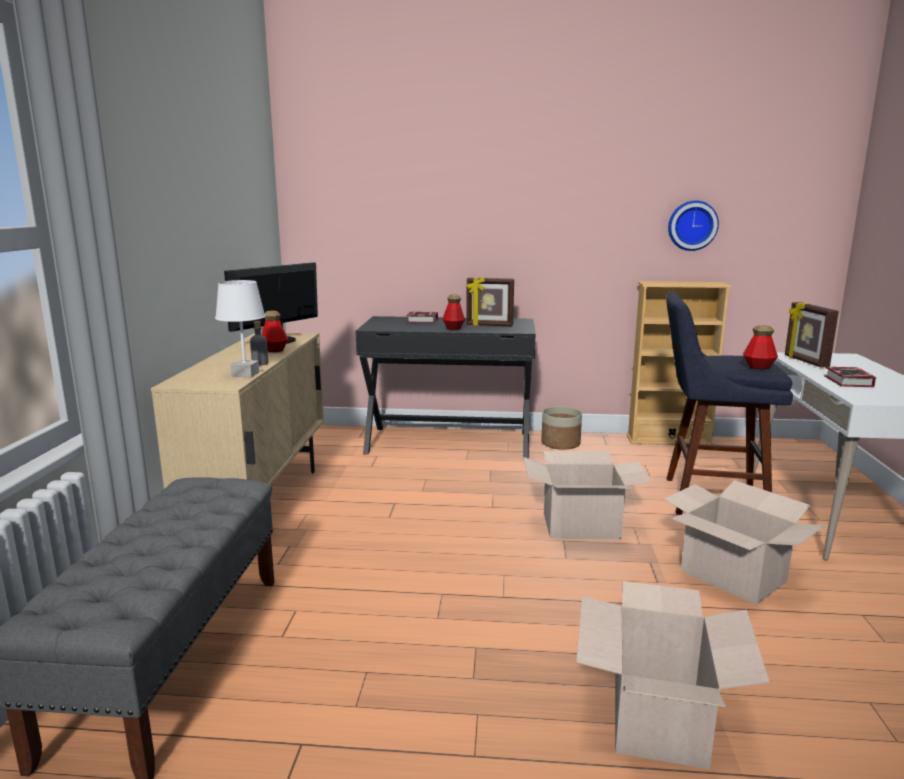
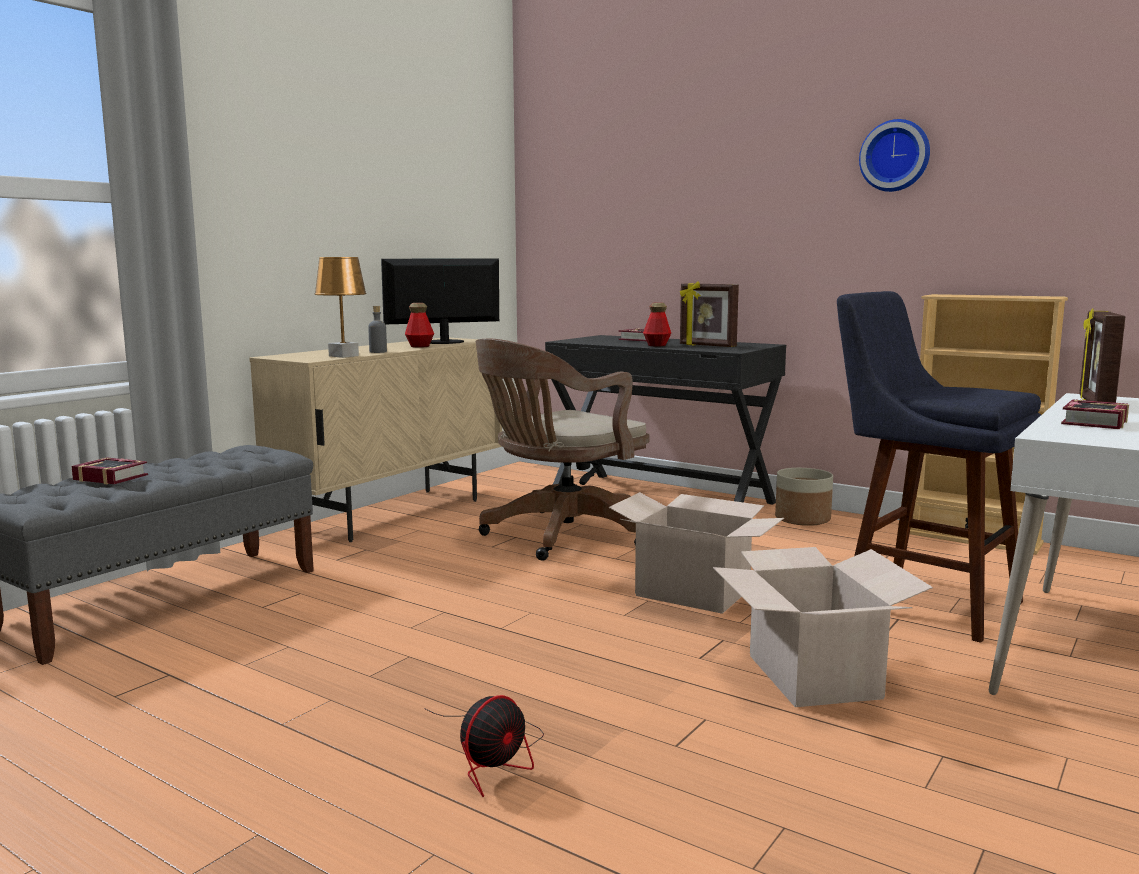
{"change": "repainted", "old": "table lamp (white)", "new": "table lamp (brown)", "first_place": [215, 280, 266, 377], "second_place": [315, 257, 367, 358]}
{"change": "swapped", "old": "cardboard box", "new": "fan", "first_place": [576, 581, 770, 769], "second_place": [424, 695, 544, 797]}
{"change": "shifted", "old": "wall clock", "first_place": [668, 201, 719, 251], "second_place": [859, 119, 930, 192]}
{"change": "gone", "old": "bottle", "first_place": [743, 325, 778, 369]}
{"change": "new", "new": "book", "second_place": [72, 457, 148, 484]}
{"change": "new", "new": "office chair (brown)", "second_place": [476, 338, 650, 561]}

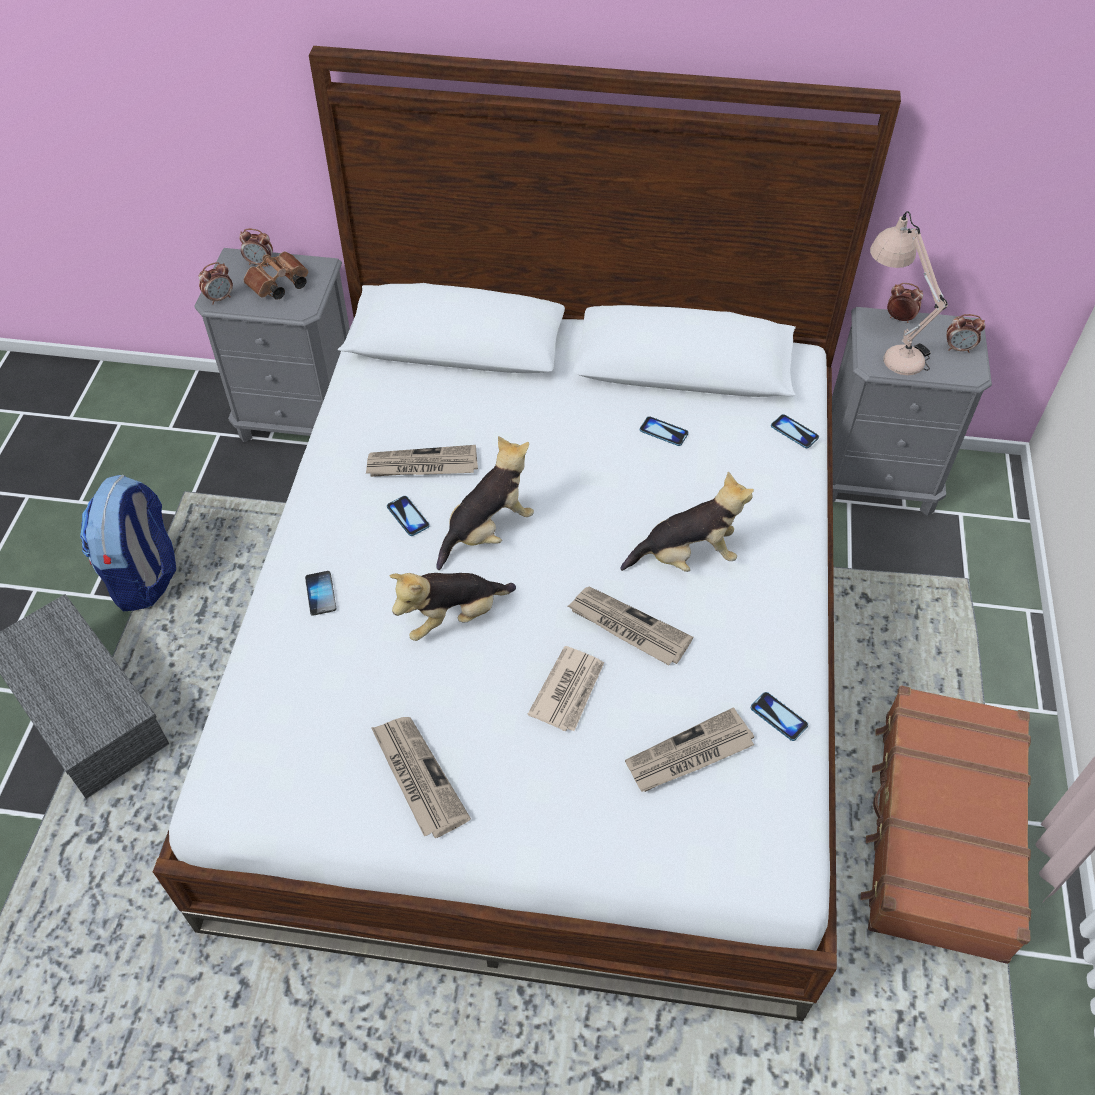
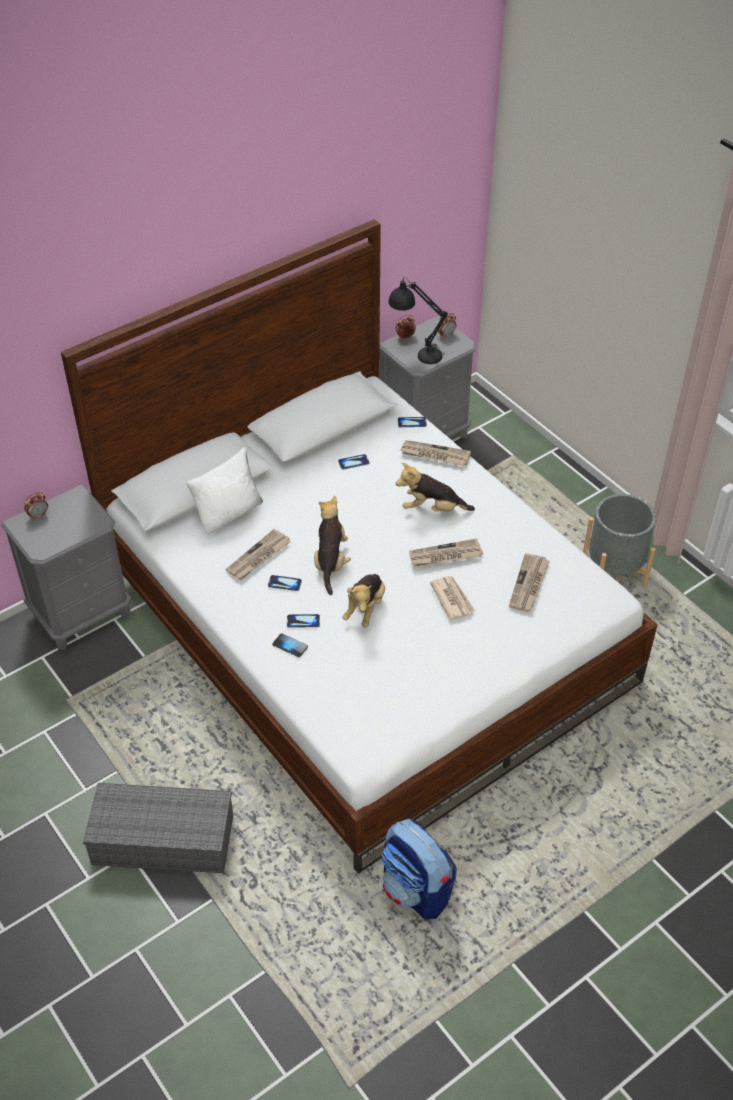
{"change": "shifted", "old": "backpack", "first_place": [80, 475, 176, 611], "second_place": [382, 819, 457, 919]}
{"change": "gone", "old": "alarm clock", "first_place": [199, 262, 233, 305]}
{"change": "gone", "old": "binoculars (brown)", "first_place": [244, 252, 308, 300]}
{"change": "shifted", "old": "newspaper", "first_place": [371, 717, 471, 838], "second_place": [400, 440, 471, 466]}
{"change": "rotated", "old": "plush toy", "first_place": [620, 472, 754, 572], "second_place": [396, 463, 475, 512], "degrees": -120}
{"change": "shifted", "old": "phone", "first_place": [751, 692, 808, 741], "second_place": [287, 614, 320, 628]}
{"change": "swapped", "old": "suitcase (brown)", "new": "planter (grey)", "first_place": [861, 685, 1031, 964], "second_place": [583, 494, 656, 586]}
{"change": "repainted", "old": "table lamp (beige)", "new": "table lamp (black)", "first_place": [870, 211, 948, 375], "second_place": [388, 277, 448, 364]}
{"change": "new", "new": "pillow (white)", "second_place": [186, 447, 263, 535]}

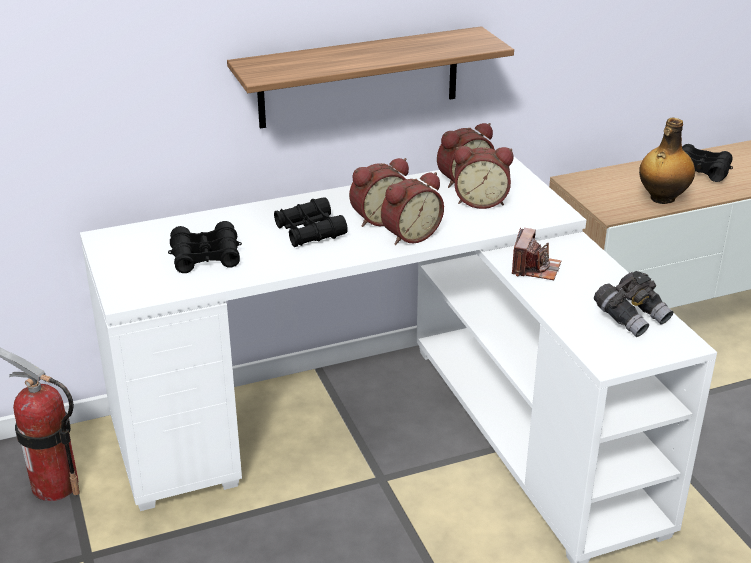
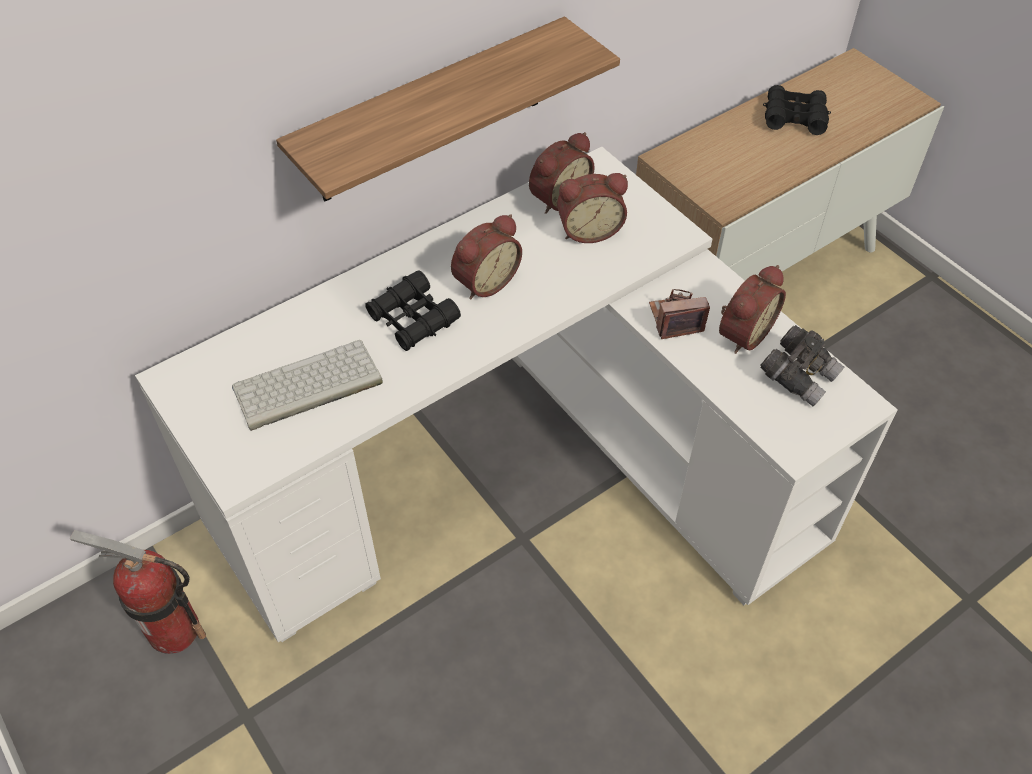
{"change": "swapped", "old": "binoculars (black)", "new": "keyboard", "first_place": [168, 221, 242, 273], "second_place": [232, 340, 383, 431]}
{"change": "shifted", "old": "alarm clock", "first_place": [381, 172, 444, 245], "second_place": [719, 265, 786, 354]}
{"change": "rotated", "old": "photo camera", "first_place": [512, 228, 561, 280], "second_place": [649, 289, 710, 339], "degrees": -105}
{"change": "gone", "old": "bottle", "first_place": [639, 118, 695, 204]}

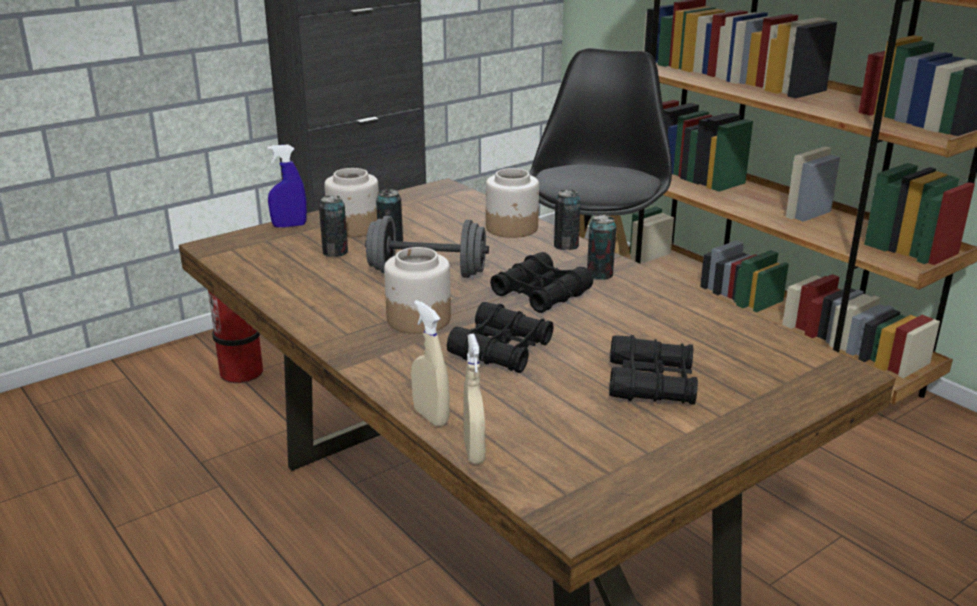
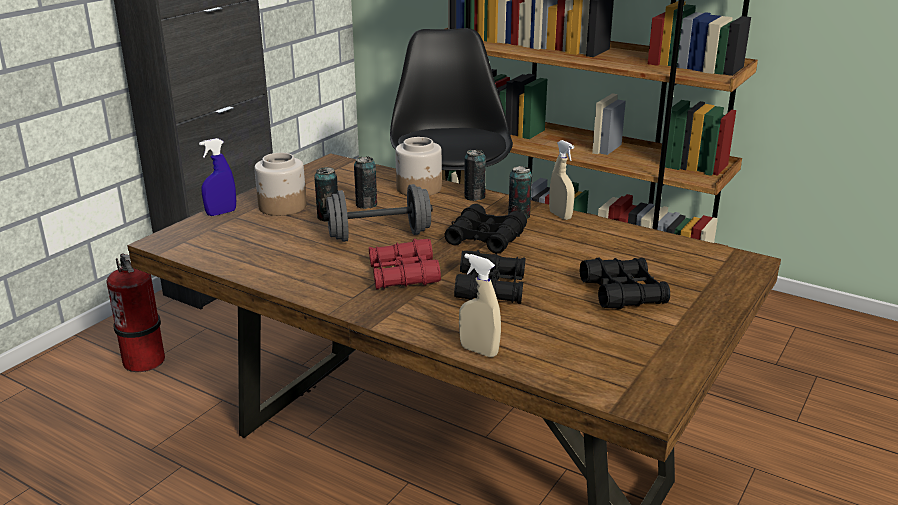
{"change": "shifted", "old": "can", "first_place": [319, 195, 348, 257], "second_place": [354, 156, 377, 209]}
{"change": "swapped", "old": "jar", "new": "binoculars (red)", "first_place": [384, 247, 451, 334], "second_place": [369, 239, 441, 289]}
{"change": "shifted", "old": "spray bottle (beige)", "first_place": [463, 333, 485, 464], "second_place": [549, 140, 575, 220]}

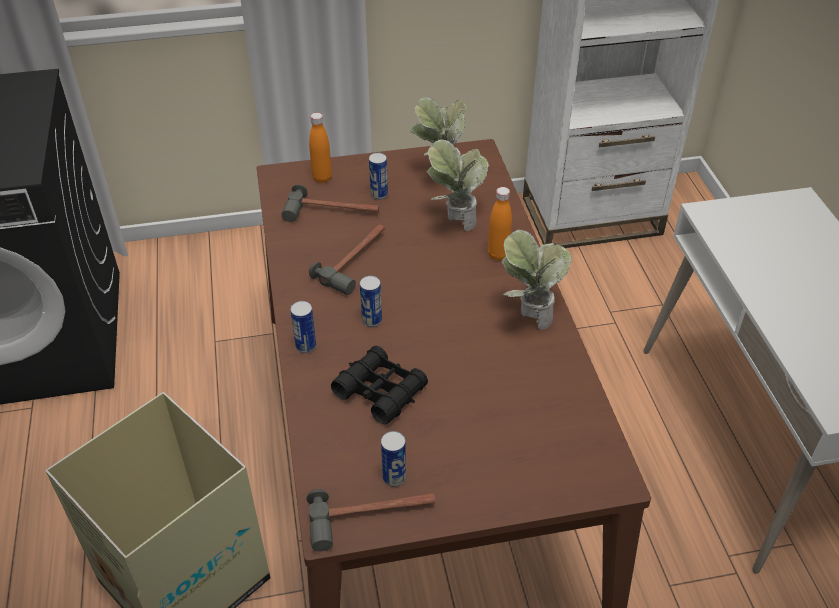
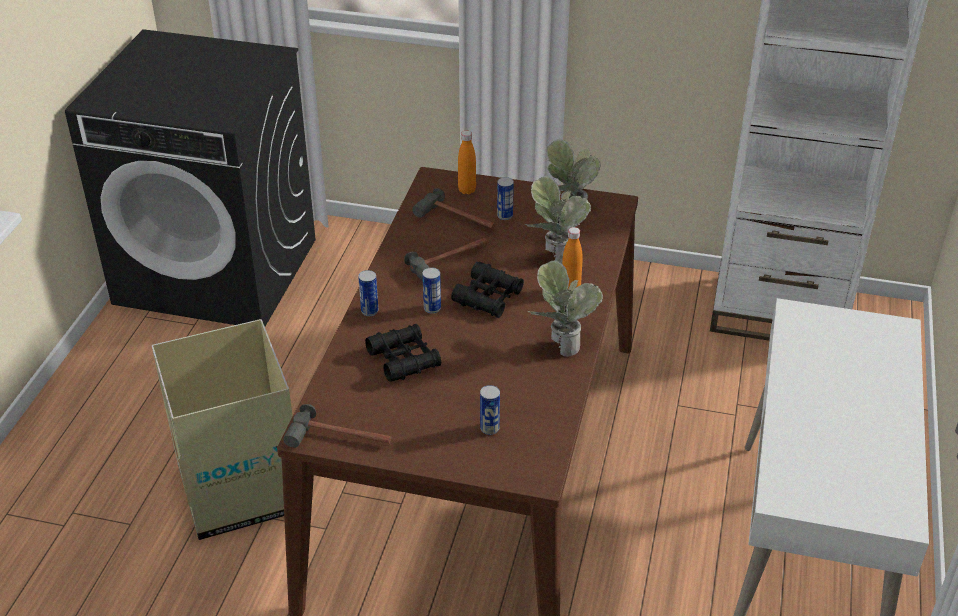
{"change": "shifted", "old": "can", "first_place": [381, 431, 406, 487], "second_place": [480, 385, 500, 435]}
{"change": "new", "new": "binoculars (black)", "second_place": [451, 262, 524, 318]}

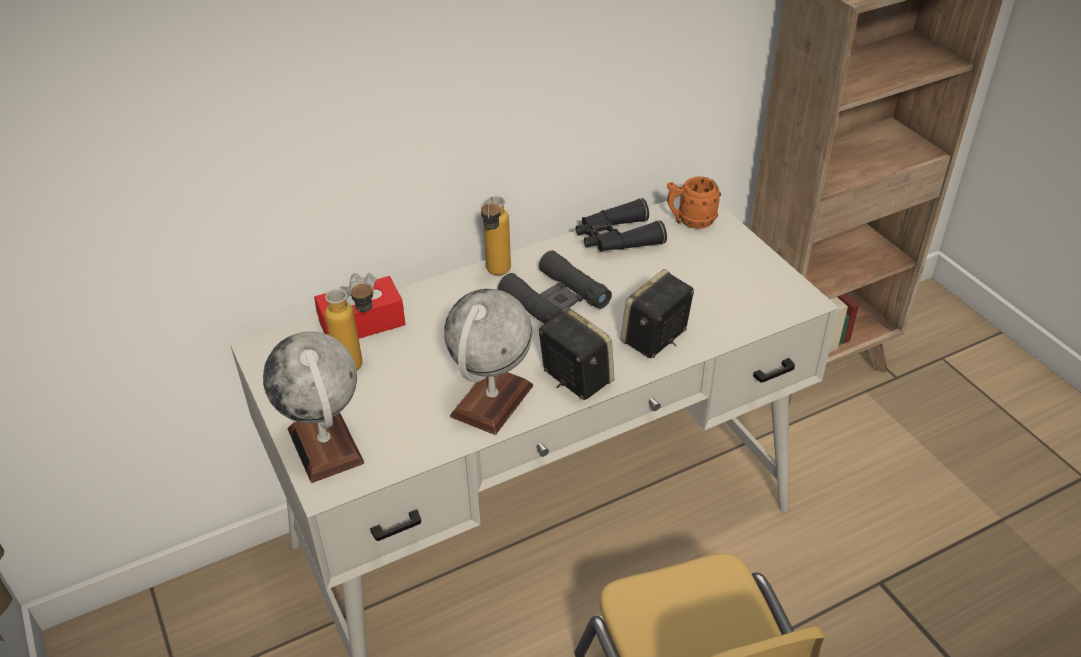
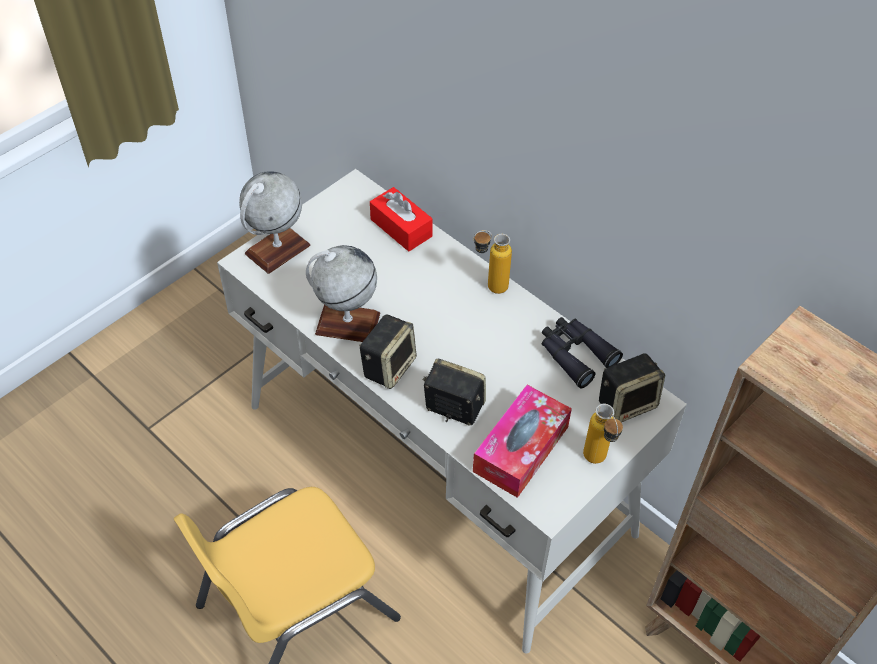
{"change": "shifted", "old": "bottle", "first_place": [325, 280, 374, 370], "second_place": [583, 404, 623, 464]}
{"change": "gone", "old": "binoculars (black)", "first_place": [498, 250, 612, 324]}
{"change": "swapped", "old": "mug (orange)", "new": "speaker", "first_place": [667, 176, 721, 229], "second_place": [599, 354, 665, 422]}
{"change": "new", "new": "tissue box", "second_place": [473, 385, 572, 498]}

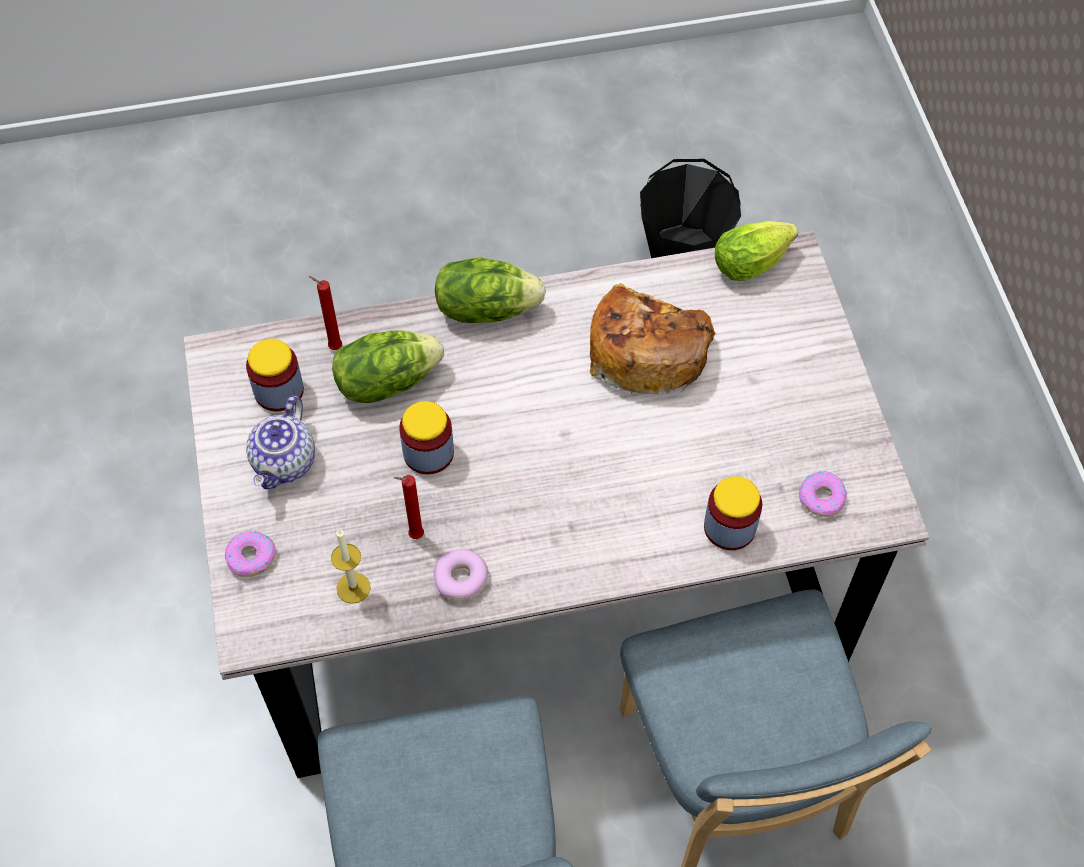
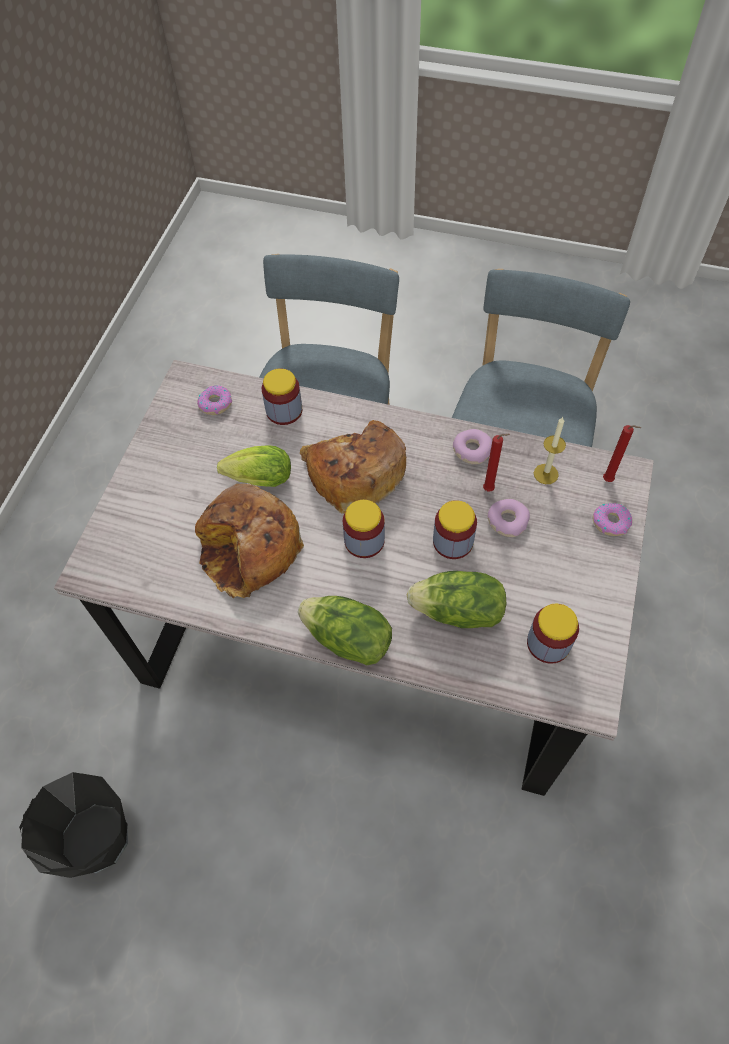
{"change": "gone", "old": "teapot", "first_place": [246, 396, 315, 489]}
{"change": "shifted", "old": "candle (red)", "first_place": [309, 276, 342, 350], "second_place": [603, 425, 641, 482]}
{"change": "shifted", "old": "lettuce", "first_place": [715, 221, 798, 281], "second_place": [217, 445, 291, 487]}
{"change": "new", "new": "bread", "second_place": [300, 420, 406, 514]}
{"change": "new", "new": "jar", "second_place": [343, 500, 385, 558]}
{"change": "new", "new": "donut", "second_place": [488, 499, 530, 537]}

